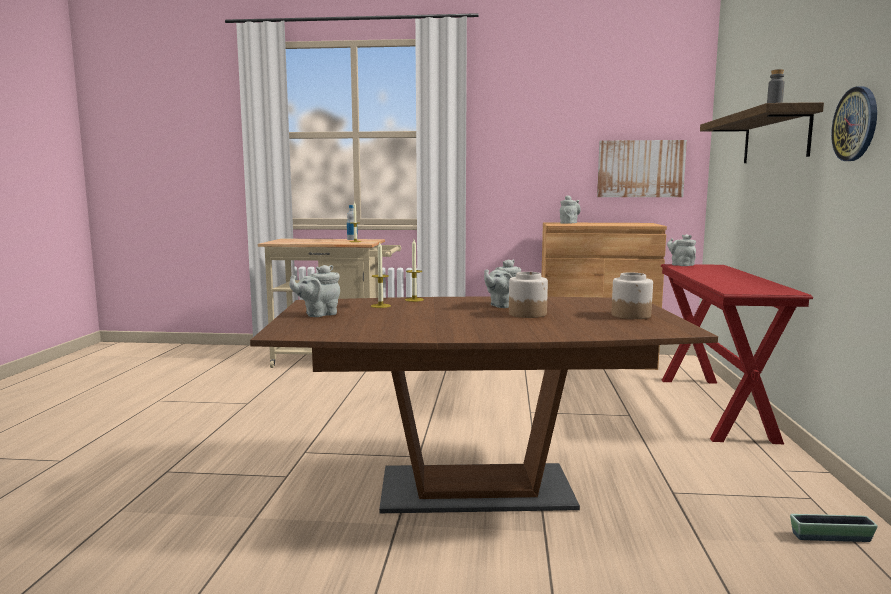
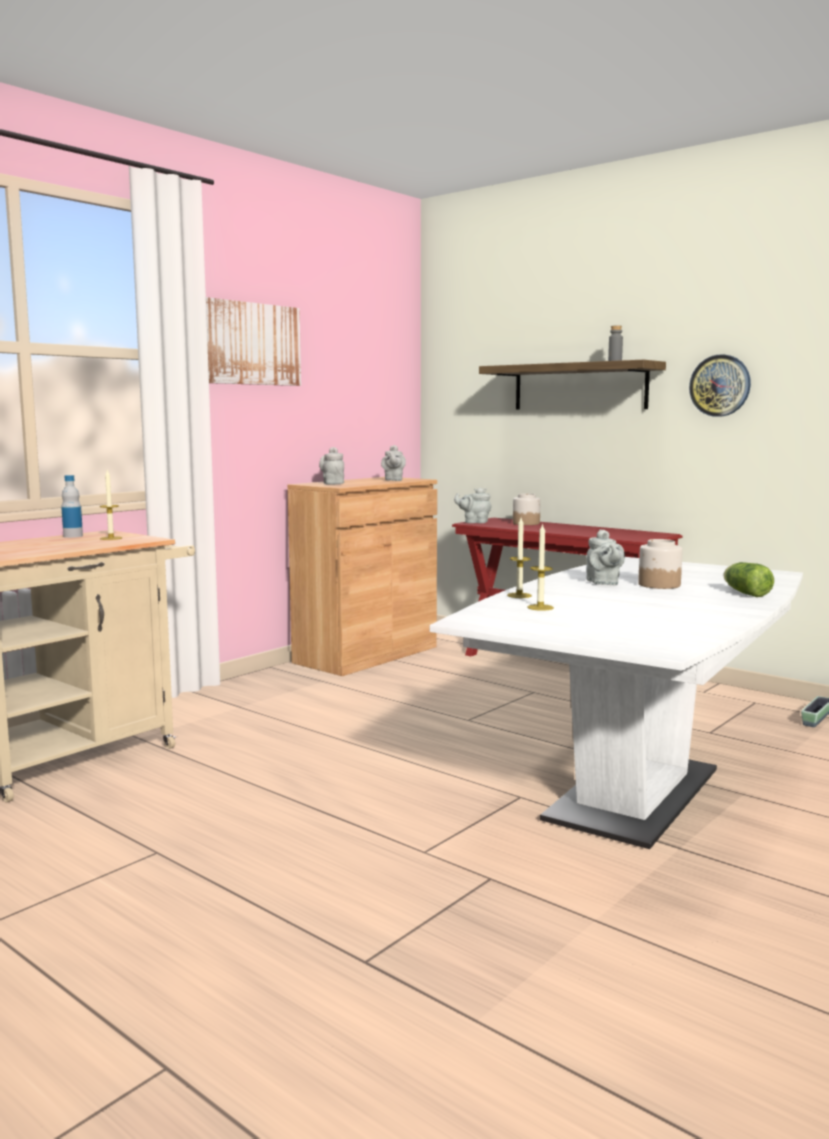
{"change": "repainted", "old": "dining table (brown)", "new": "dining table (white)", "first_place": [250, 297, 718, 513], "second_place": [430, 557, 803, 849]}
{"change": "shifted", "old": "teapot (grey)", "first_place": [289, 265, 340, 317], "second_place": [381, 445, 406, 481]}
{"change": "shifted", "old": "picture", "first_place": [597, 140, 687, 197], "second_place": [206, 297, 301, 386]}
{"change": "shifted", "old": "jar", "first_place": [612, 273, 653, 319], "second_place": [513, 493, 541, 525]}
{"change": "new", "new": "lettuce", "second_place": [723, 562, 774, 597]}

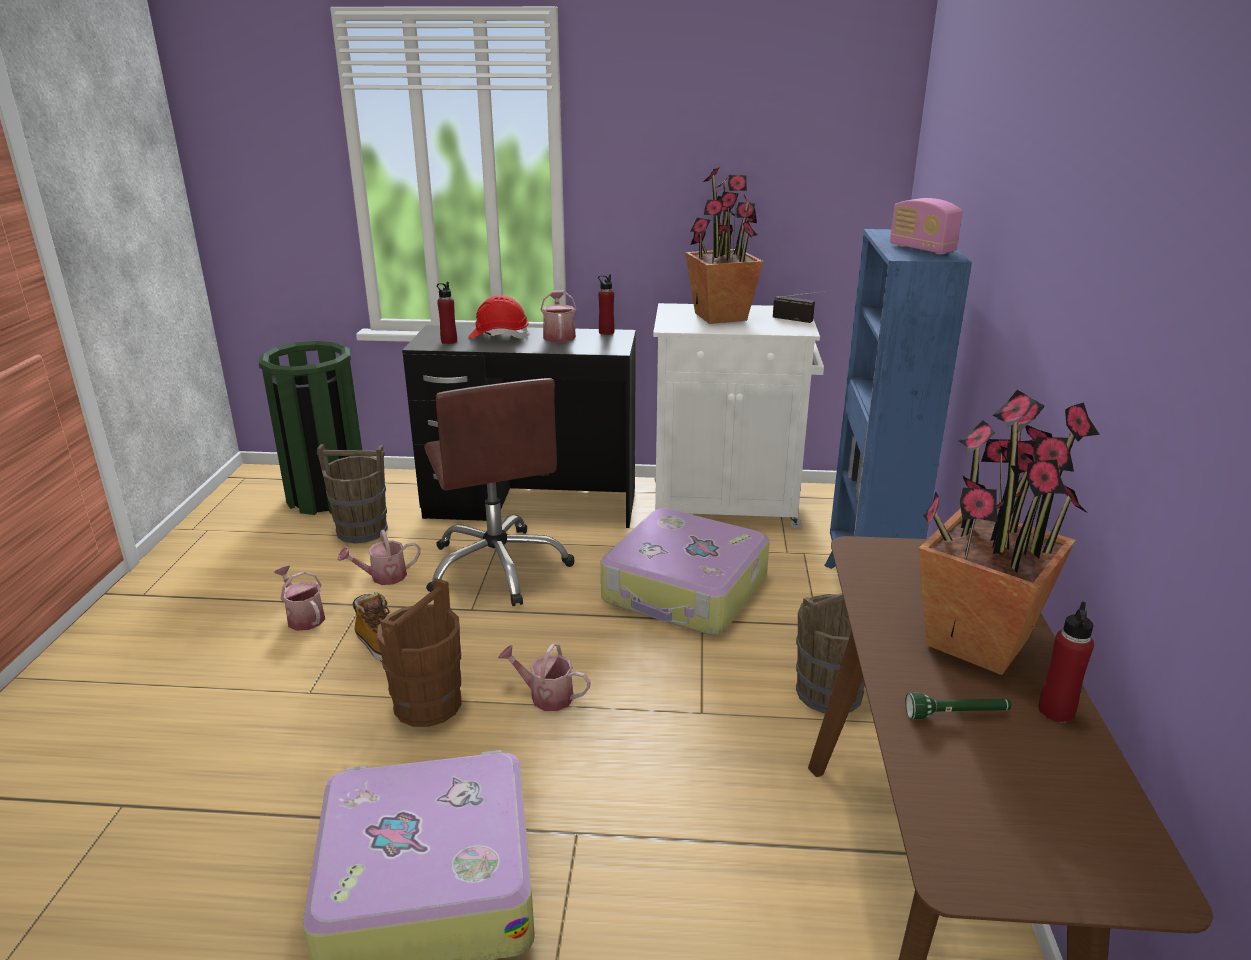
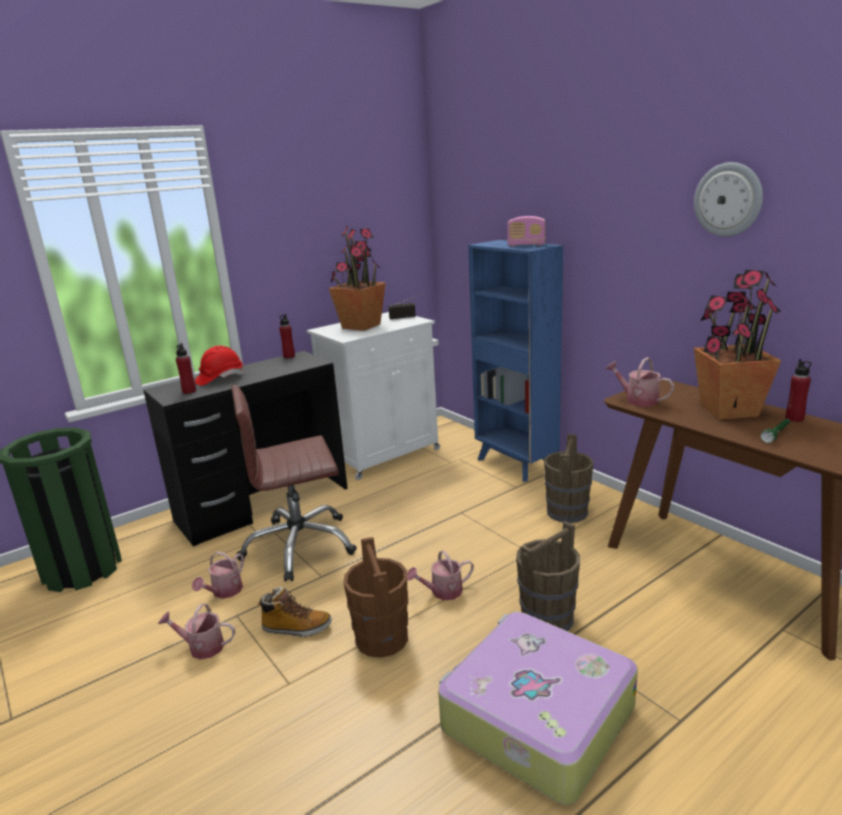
{"change": "shifted", "old": "bucket (brown)", "first_place": [317, 444, 388, 543], "second_place": [516, 521, 580, 631]}
{"change": "rotated", "old": "office chair (brown)", "first_place": [424, 378, 574, 606], "second_place": [231, 385, 357, 581], "degrees": 135}
{"change": "shifted", "old": "watering can", "first_place": [540, 291, 577, 343], "second_place": [605, 357, 675, 407]}
{"change": "gone", "old": "suitcase", "first_place": [601, 508, 770, 635]}
{"change": "new", "new": "wall clock", "second_place": [694, 162, 763, 237]}

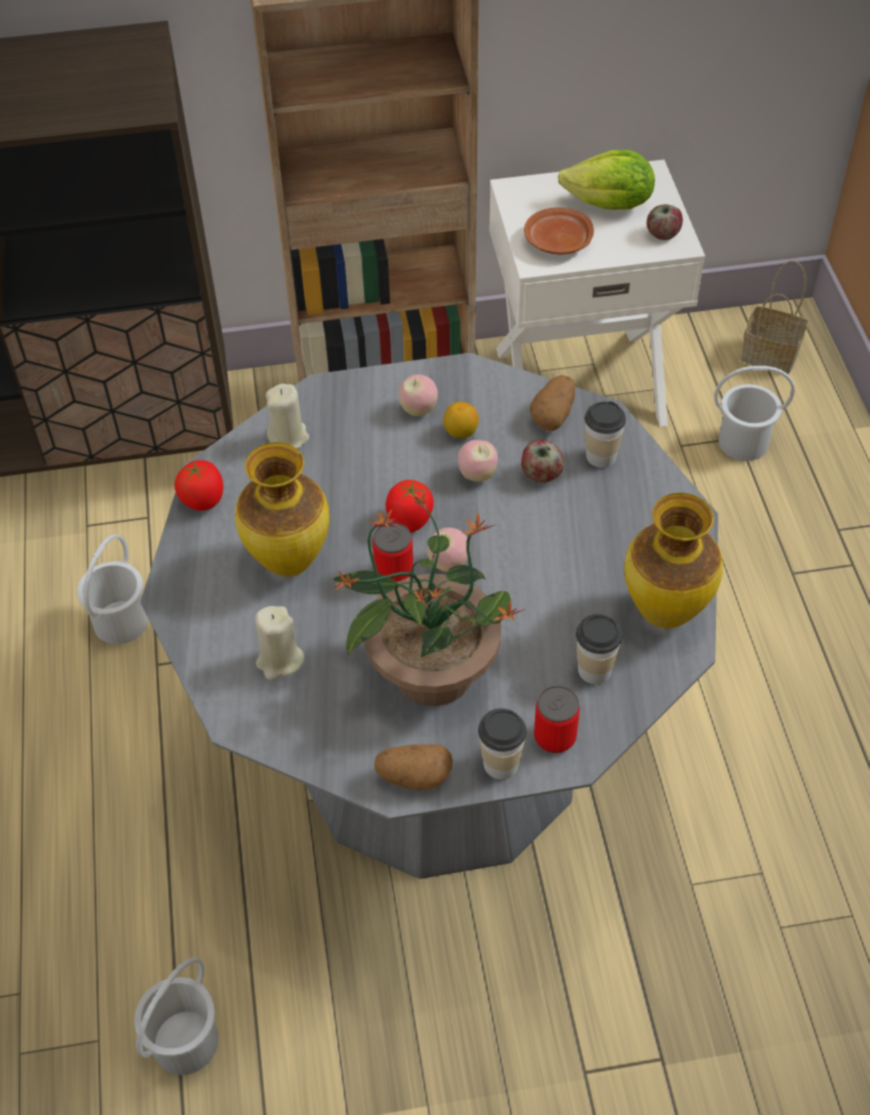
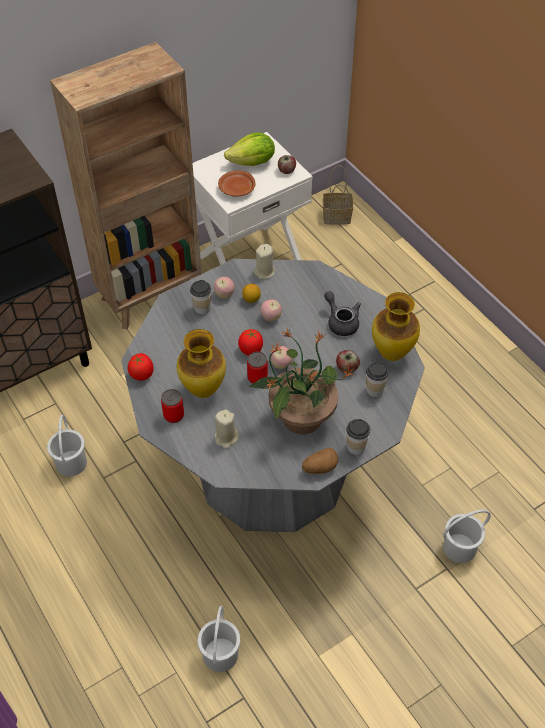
{"change": "shifted", "old": "candle (beige)", "first_place": [266, 384, 309, 449], "second_place": [254, 244, 275, 279]}
{"change": "shifted", "old": "apple", "first_place": [521, 440, 564, 483], "second_place": [336, 350, 360, 373]}
{"change": "gone", "old": "potato", "first_place": [530, 375, 575, 431]}
{"change": "shifted", "old": "can", "first_place": [534, 686, 580, 753], "second_place": [161, 389, 184, 423]}
{"change": "shifted", "old": "cup", "first_place": [585, 401, 626, 468], "second_place": [190, 280, 211, 315]}
{"change": "shifted", "old": "bucket (white)", "first_place": [714, 366, 795, 461], "second_place": [443, 509, 491, 563]}
{"change": "new", "new": "teapot (grey)", "second_place": [324, 291, 361, 336]}

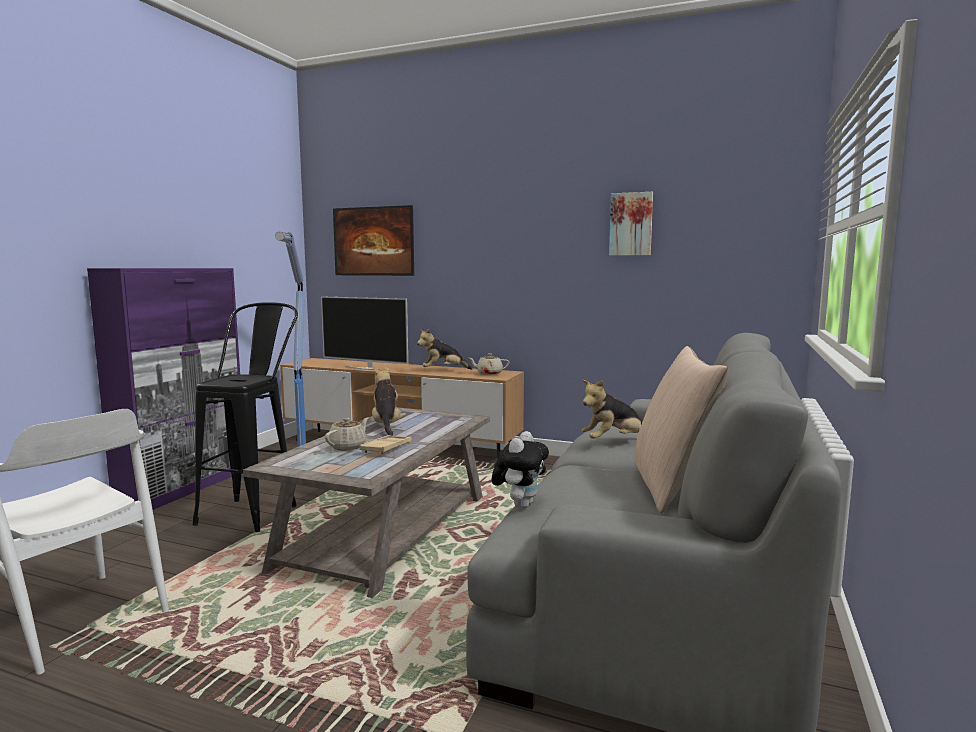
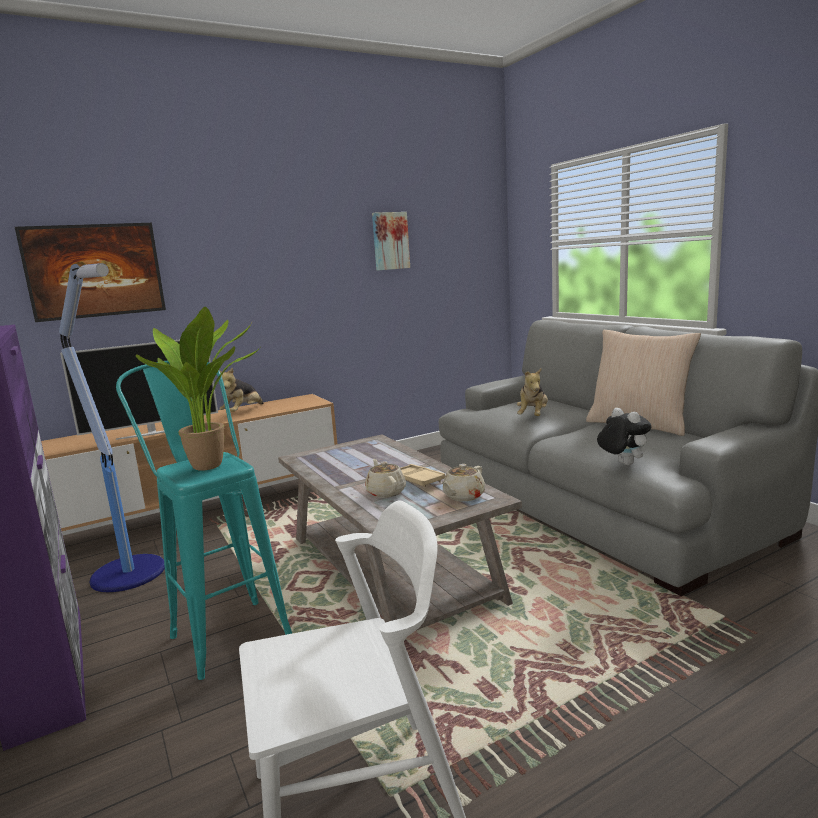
{"change": "repainted", "old": "stool (black)", "new": "stool (turquoise)", "first_place": [192, 302, 298, 532], "second_place": [116, 360, 292, 680]}
{"change": "gone", "old": "plush toy", "first_place": [372, 366, 406, 436]}
{"change": "shifted", "old": "teapot (beige)", "first_place": [469, 353, 509, 375], "second_place": [441, 464, 485, 501]}
{"change": "new", "new": "potted plant", "second_place": [136, 307, 260, 471]}

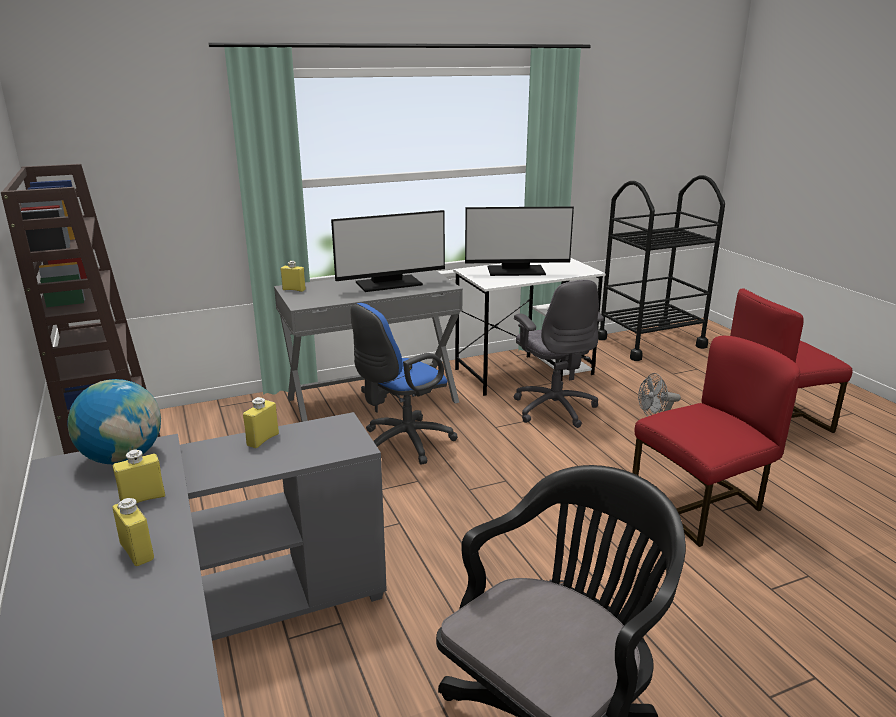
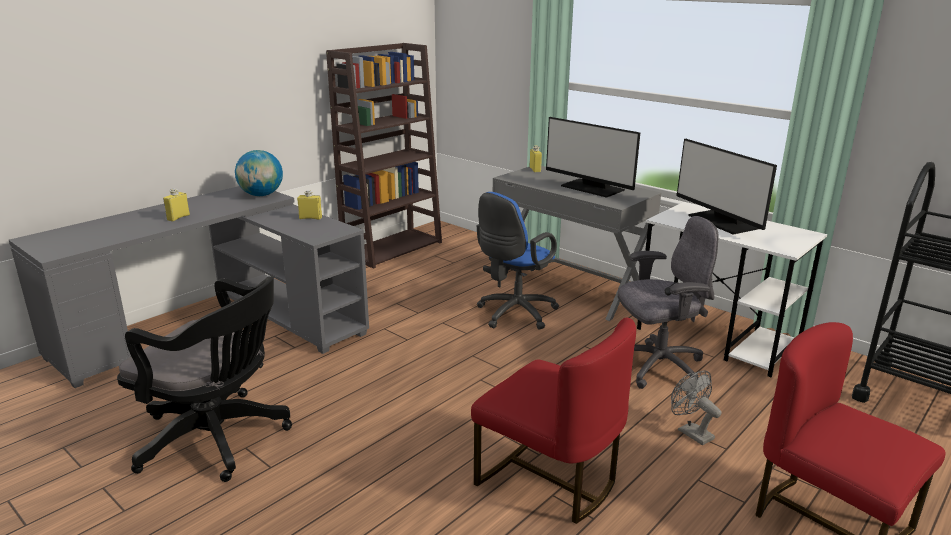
{"change": "gone", "old": "bottle (yellow)", "first_place": [113, 449, 165, 503]}
{"change": "rotated", "old": "office chair (blue)", "first_place": [351, 303, 458, 465], "second_place": [477, 192, 559, 329], "degrees": -75}
{"change": "rotated", "old": "office chair (grey)", "first_place": [514, 280, 604, 428], "second_place": [618, 216, 718, 389], "degrees": -150}

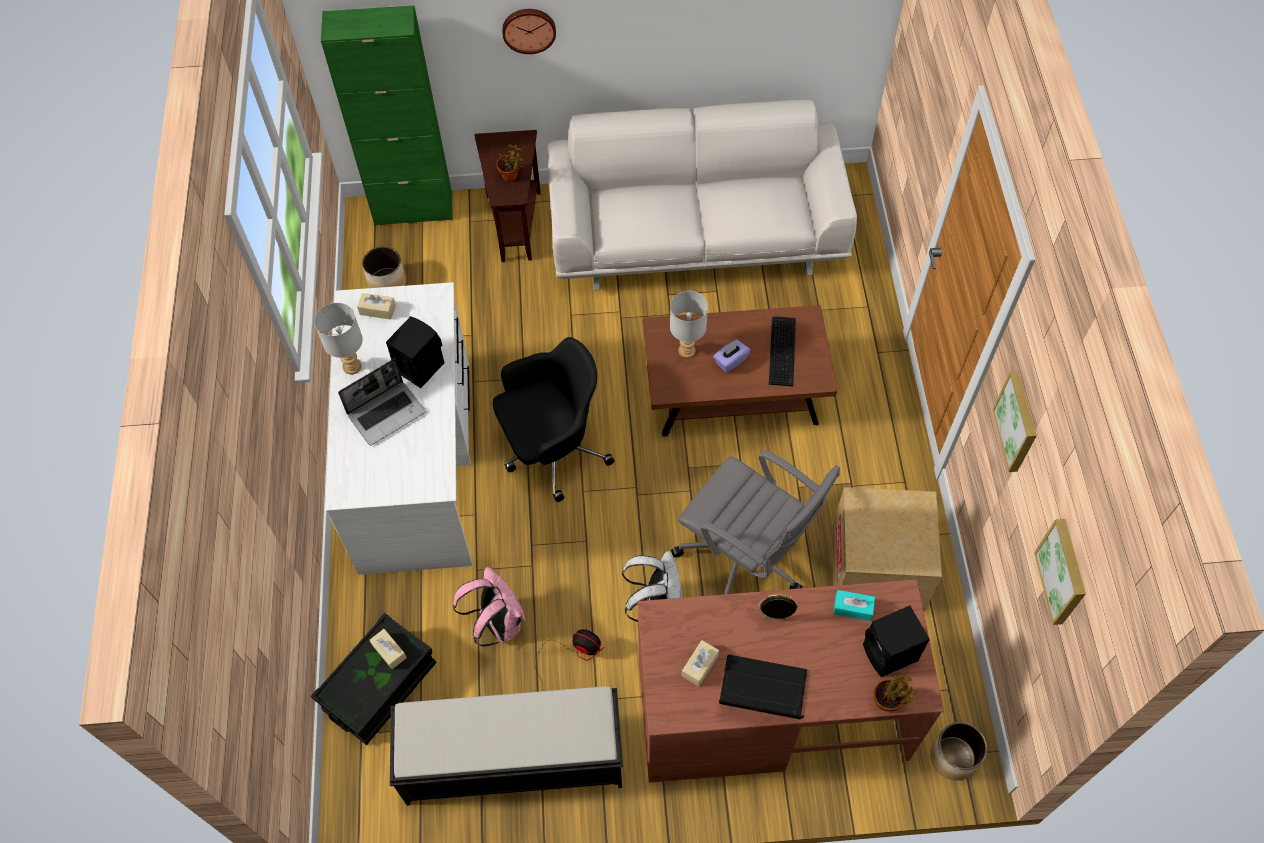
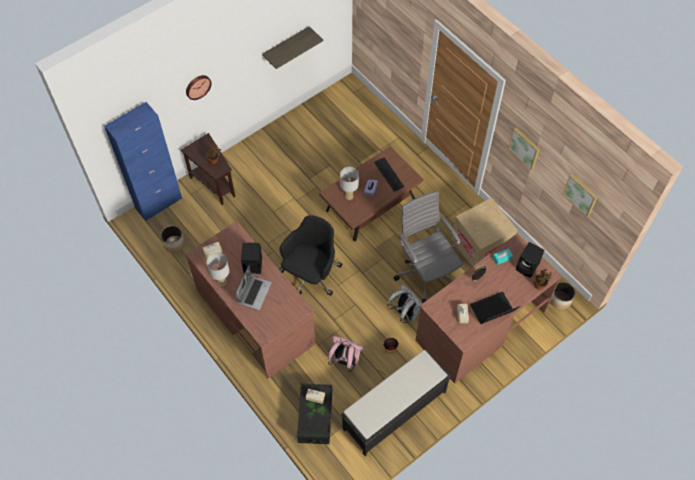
{"change": "repainted", "old": "cabinet (green)", "new": "cabinet (blue)", "first_place": [321, 5, 452, 226], "second_place": [104, 102, 182, 221]}
{"change": "repainted", "old": "desk (white)", "new": "desk (brown)", "first_place": [325, 282, 473, 575], "second_place": [186, 221, 315, 379]}
{"change": "gone", "old": "sofa (white)", "first_place": [547, 99, 857, 291]}
{"change": "rotated", "old": "office chair (grey)", "first_place": [671, 450, 840, 594], "second_place": [393, 191, 463, 304], "degrees": -120}
{"change": "new", "new": "shelf", "second_place": [262, 26, 323, 69]}

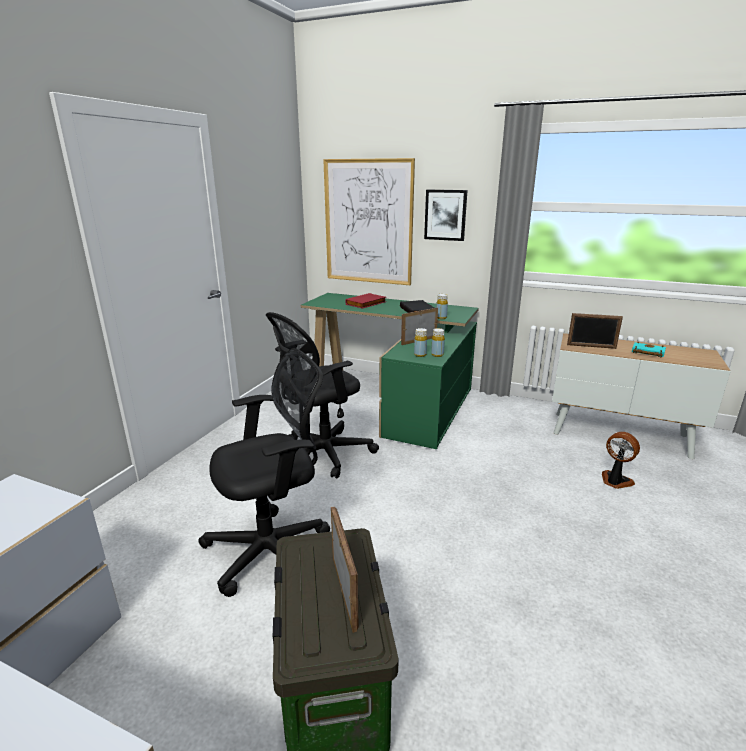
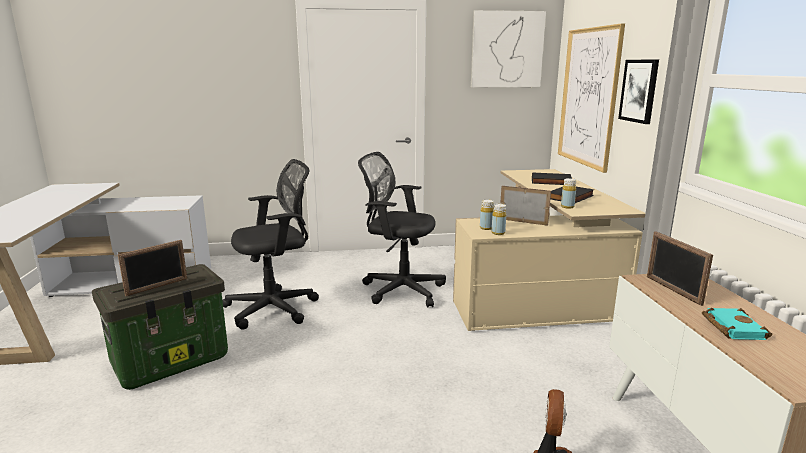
{"change": "rotated", "old": "office chair (black)", "first_place": [199, 348, 330, 597], "second_place": [222, 159, 319, 330], "degrees": -60}
{"change": "repainted", "old": "desk (green)", "new": "desk (beige)", "first_place": [301, 293, 479, 449], "second_place": [453, 169, 645, 331]}
{"change": "repainted", "old": "book (red)", "new": "book (black)", "first_place": [345, 293, 386, 309], "second_place": [532, 173, 572, 185]}
{"change": "new", "new": "picture", "second_place": [471, 10, 546, 87]}

